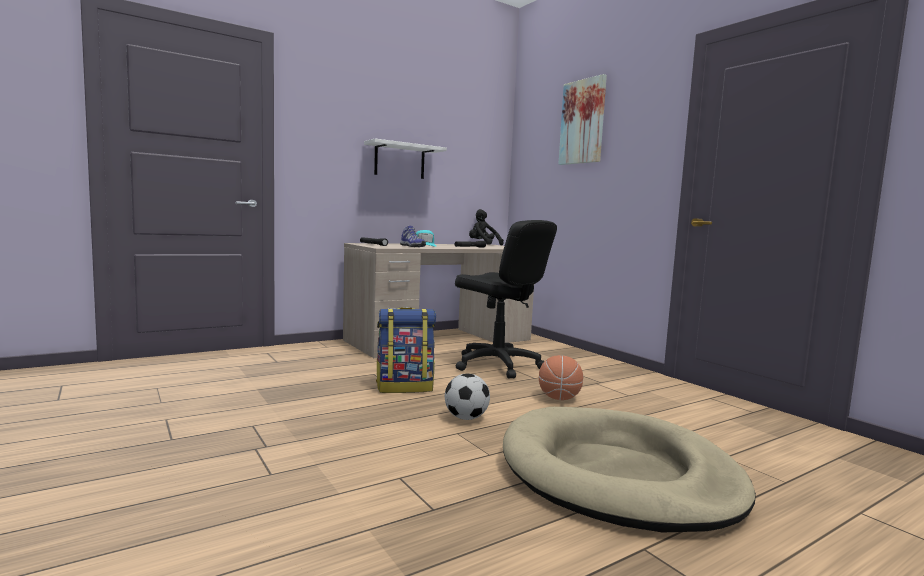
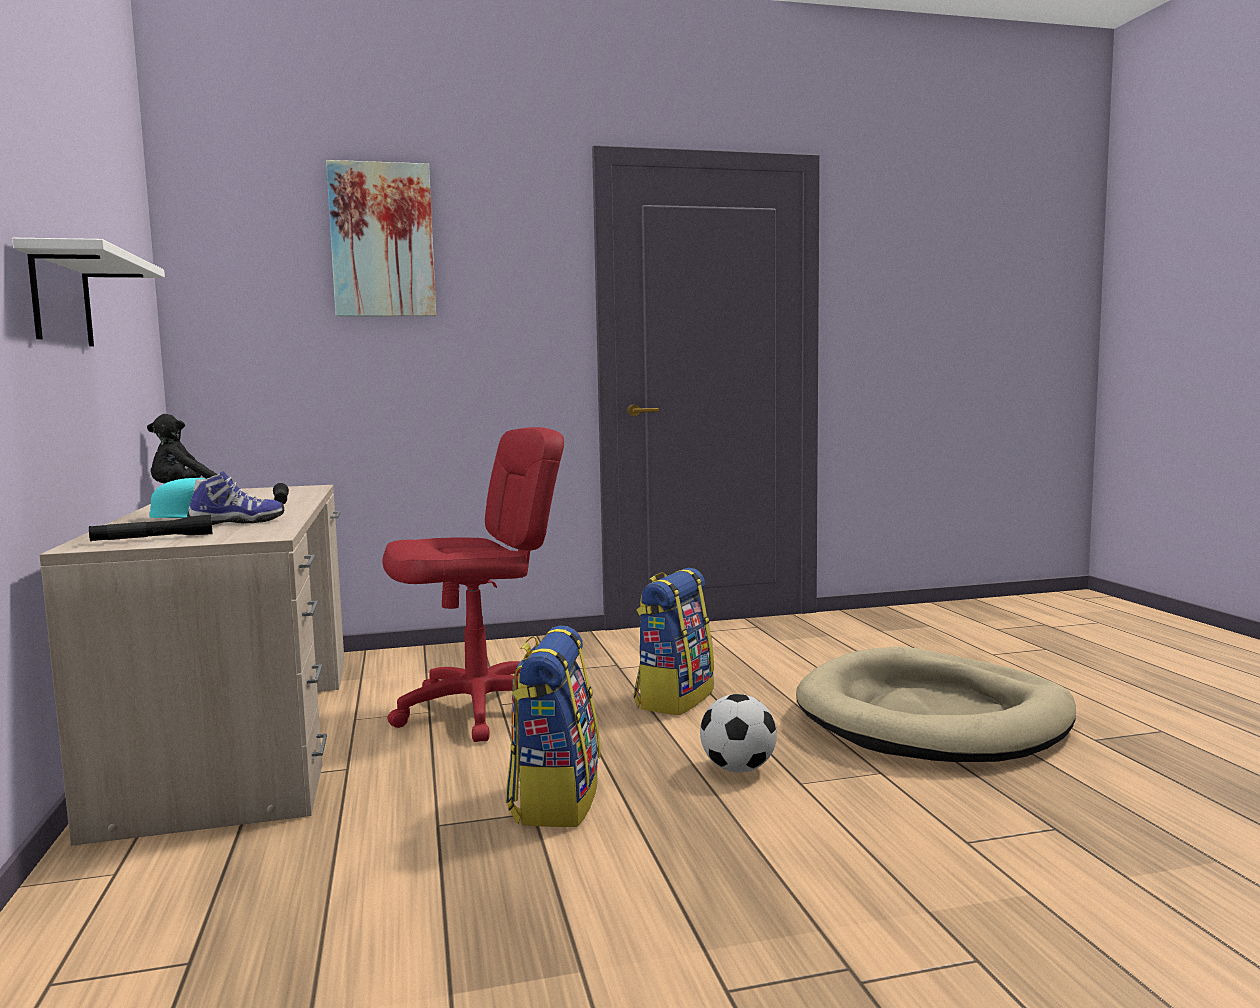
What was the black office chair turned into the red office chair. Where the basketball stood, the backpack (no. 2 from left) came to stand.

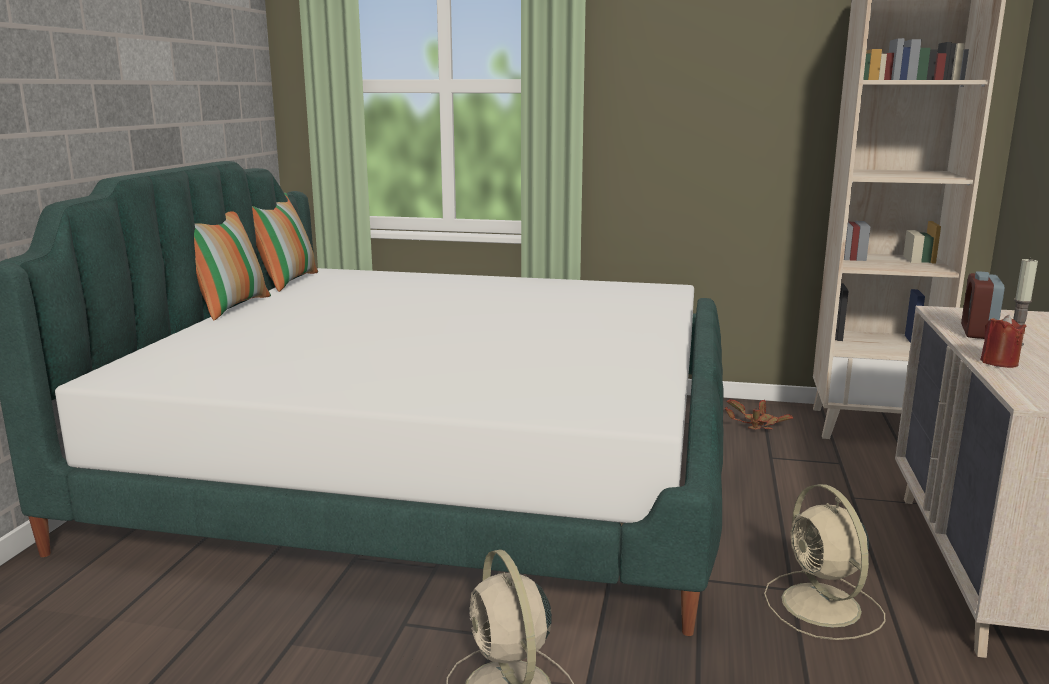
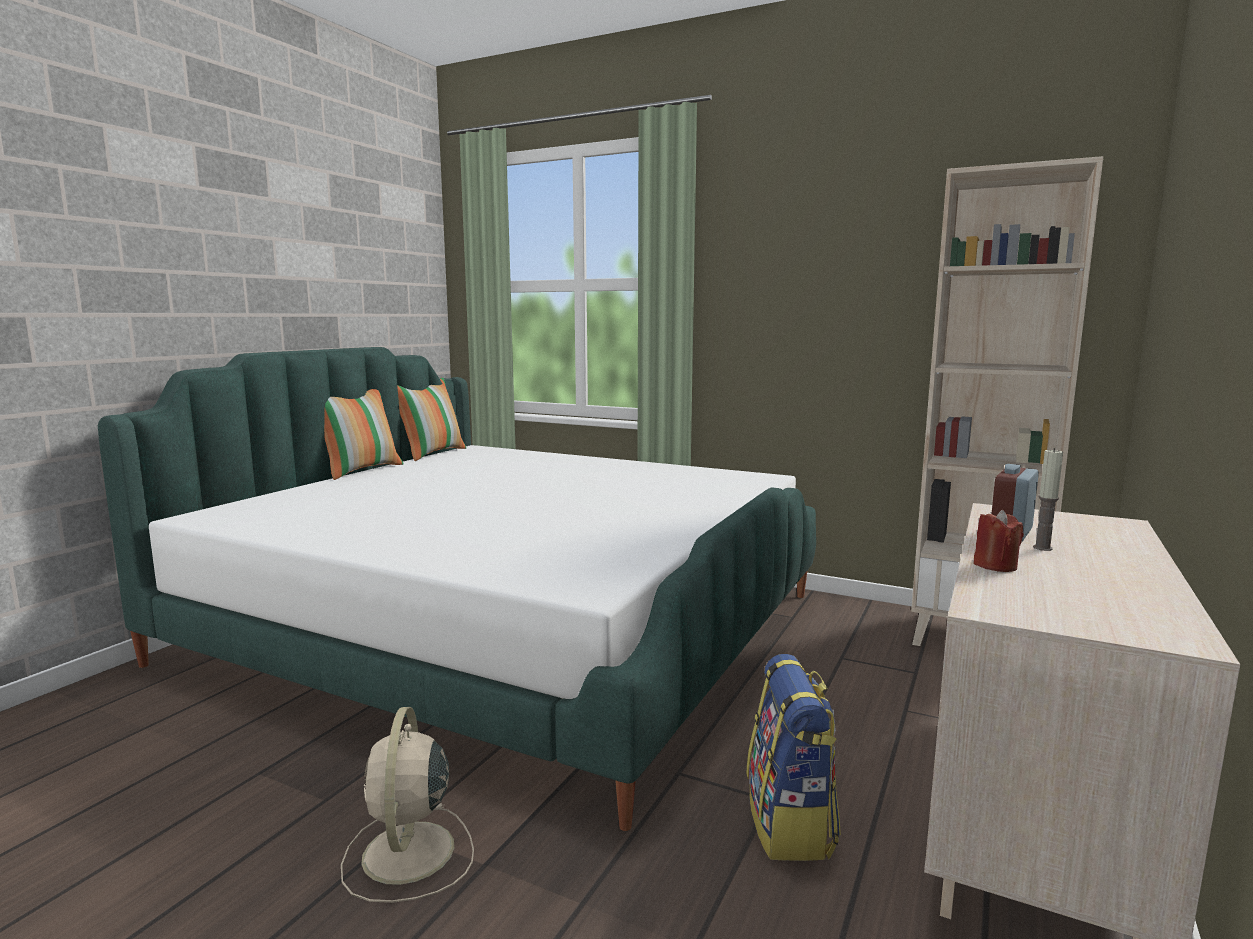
Where the beige fan (no. 2 from left) stood, the backpack came to stand. The second view lost the potted plant.

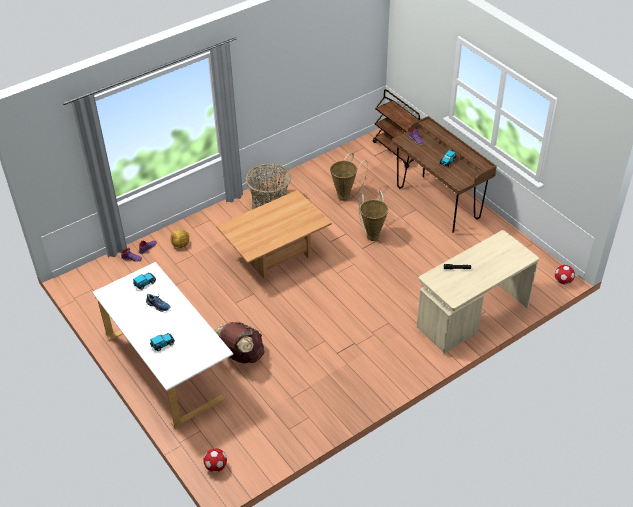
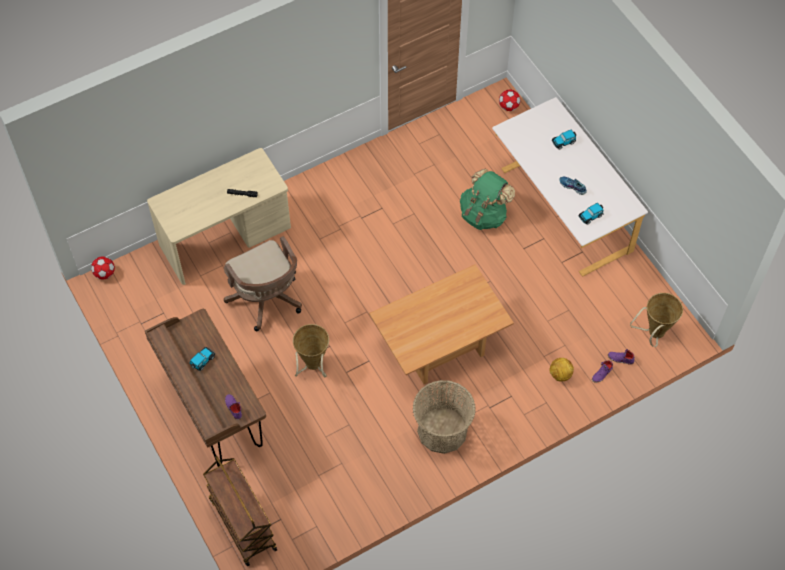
The second view gained the brown office chair. What was the brown backpack turned into the green backpack. The basket (no. 2 from left in the first image) ended up elsewhere.

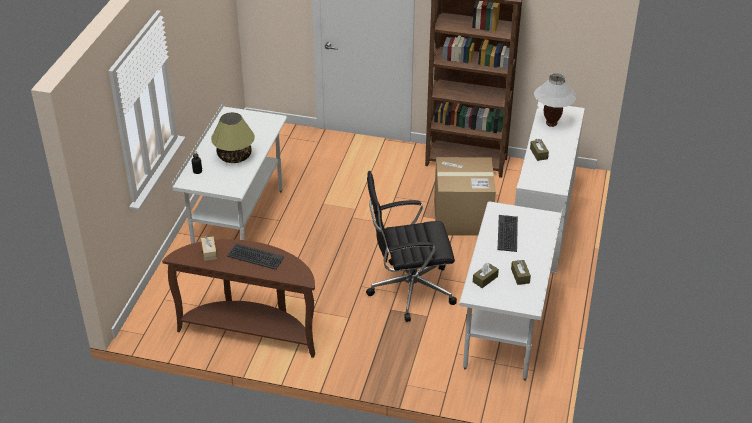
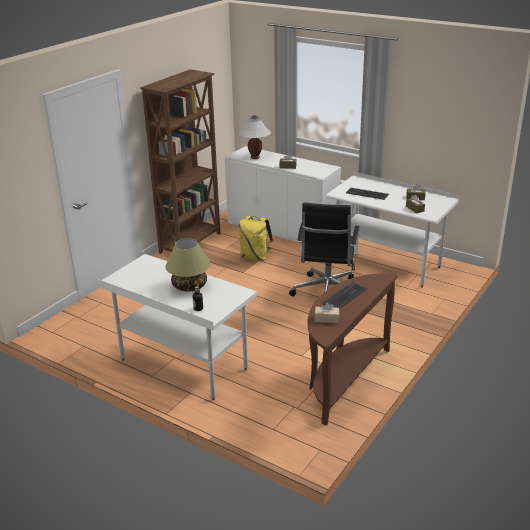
Where the cardboard box stood, the yellow backpack came to stand.

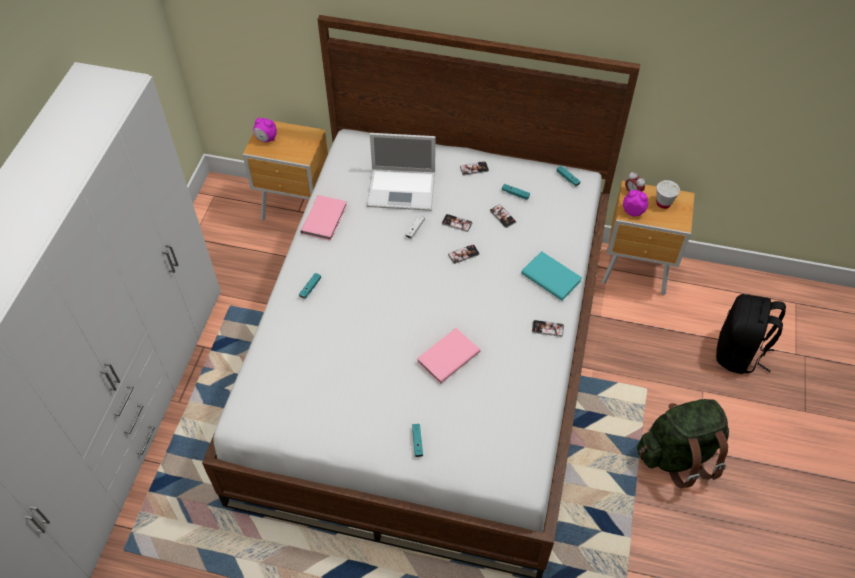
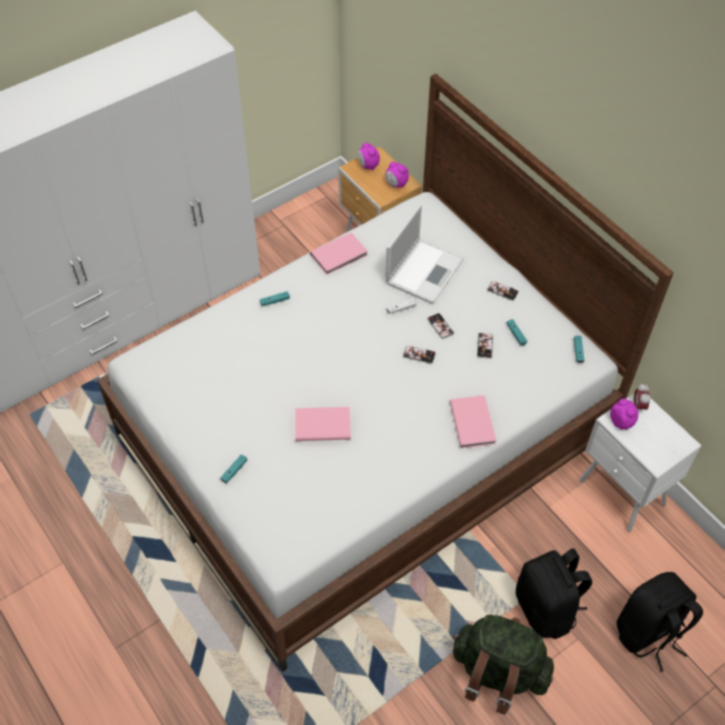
The second view gained the alarm clock (no. 2 from left). The laptop ended up facing another way, 105 degrees counterclockwise from before. What was the turquoise book turned into the pink book (no. 3 from left). The second view gained the black backpack (no. 1 from left). What was the brown nightstand (no. 2 from left) turned into the white nightstand. The second view lost the phone (no. 5 from left). The second view lost the white cup.

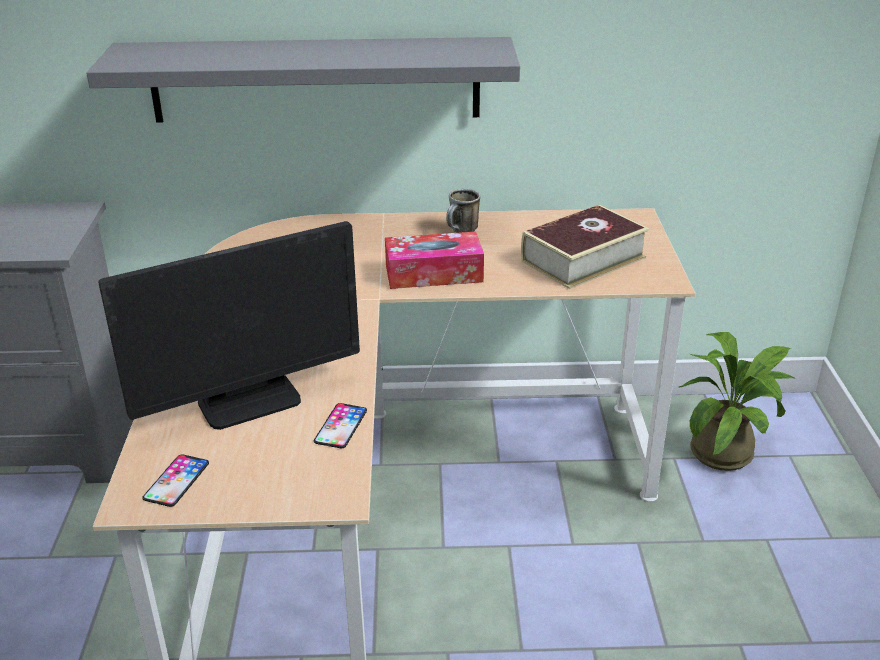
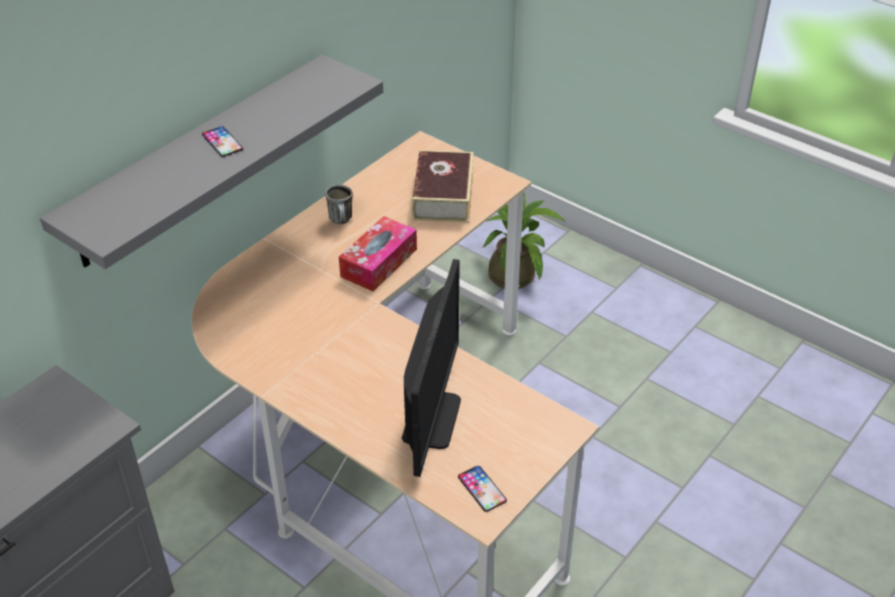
The phone (no. 2 from left in the first image) ended up elsewhere.

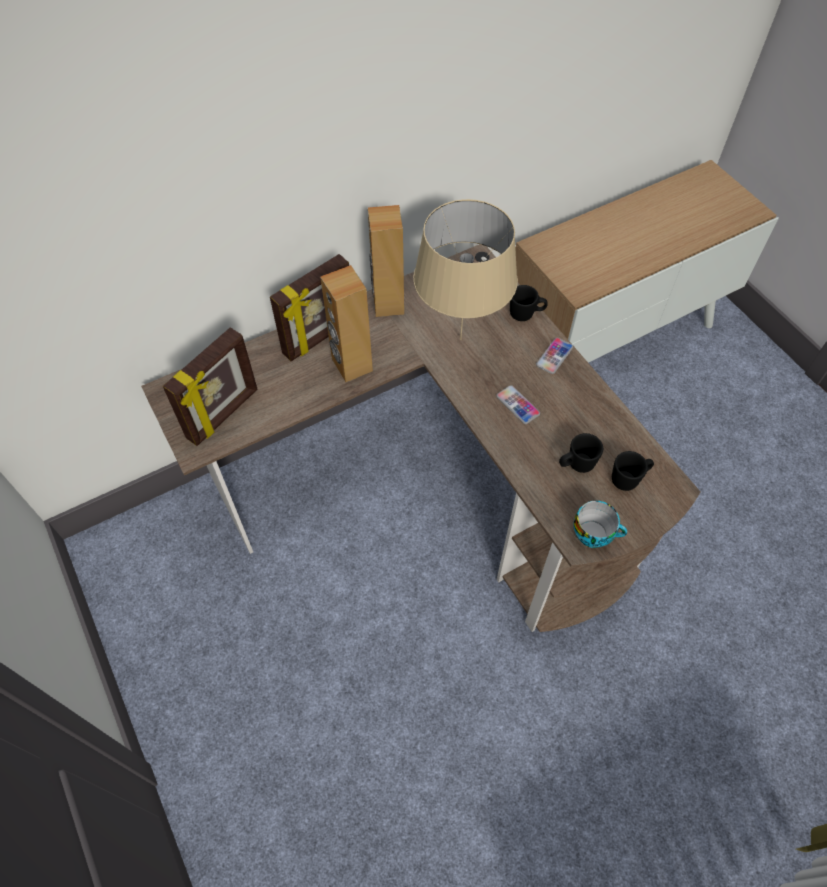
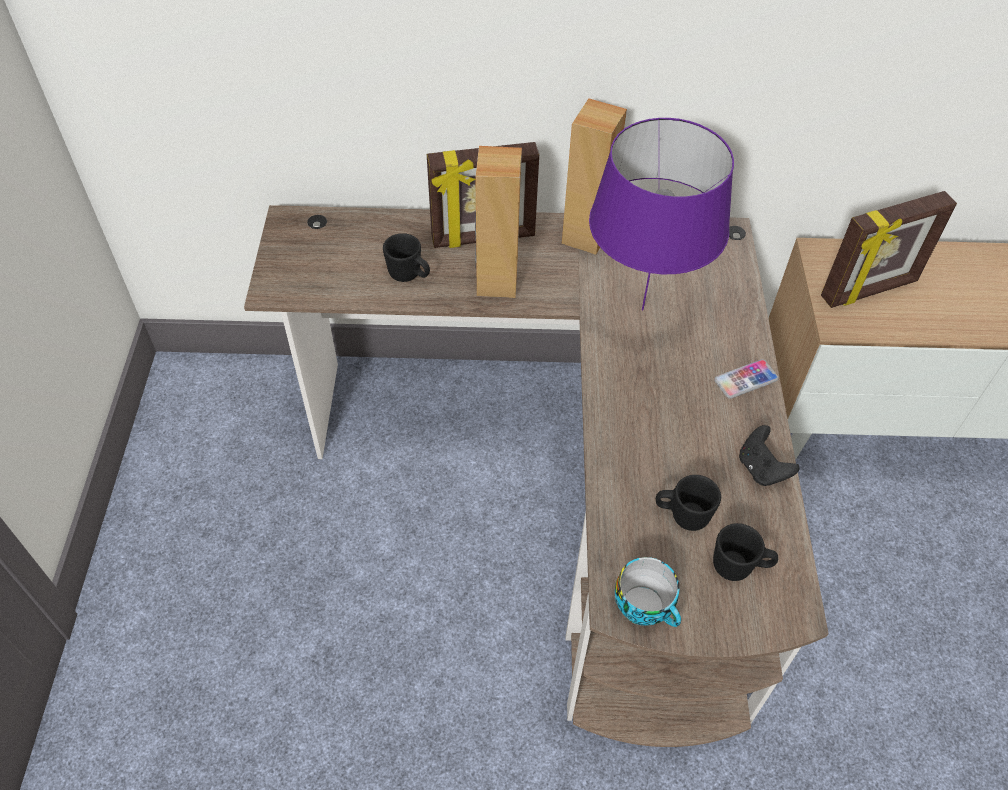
The black mug (no. 1 from left) ended up elsewhere. What was the beige table lamp turned into the purple table lamp. The second view gained the black game controller. The picture frame (no. 1 from left in the first image) ended up elsewhere. The second view lost the phone (no. 1 from left).

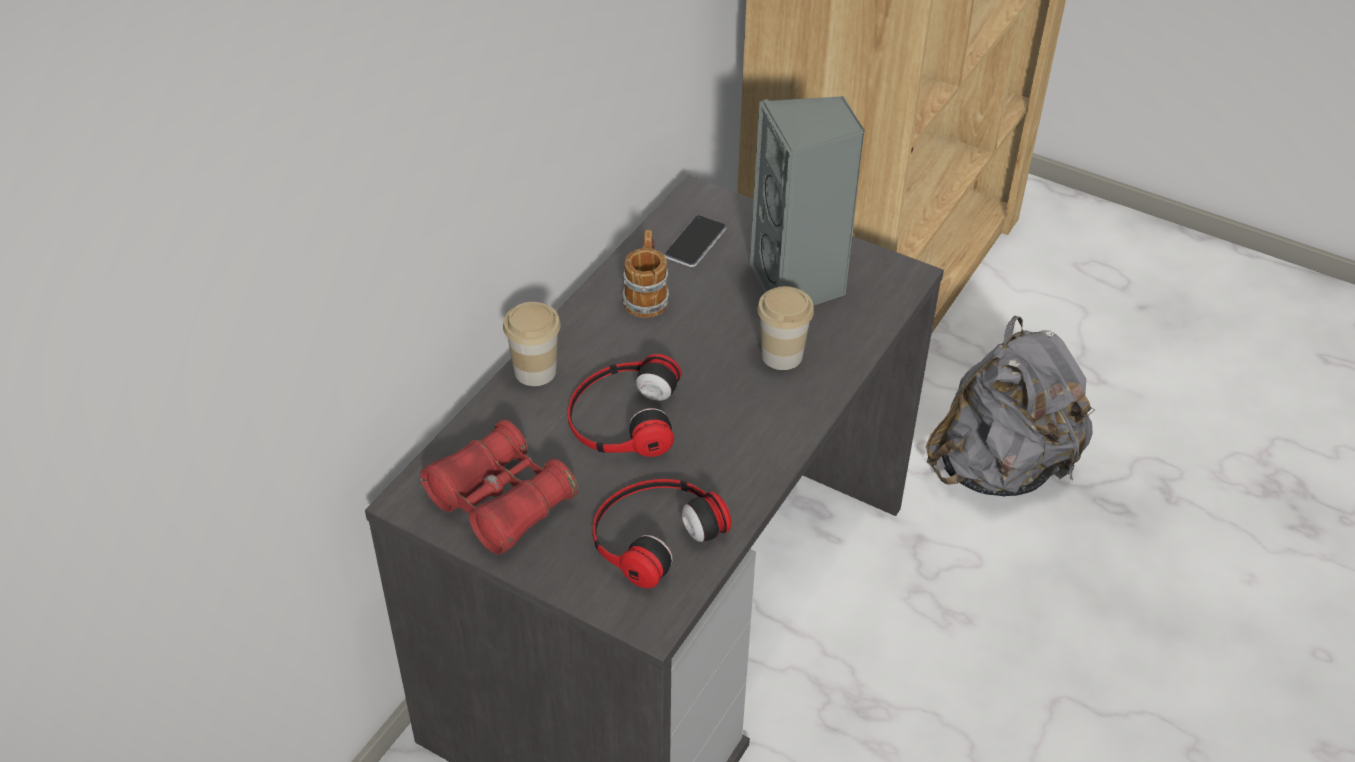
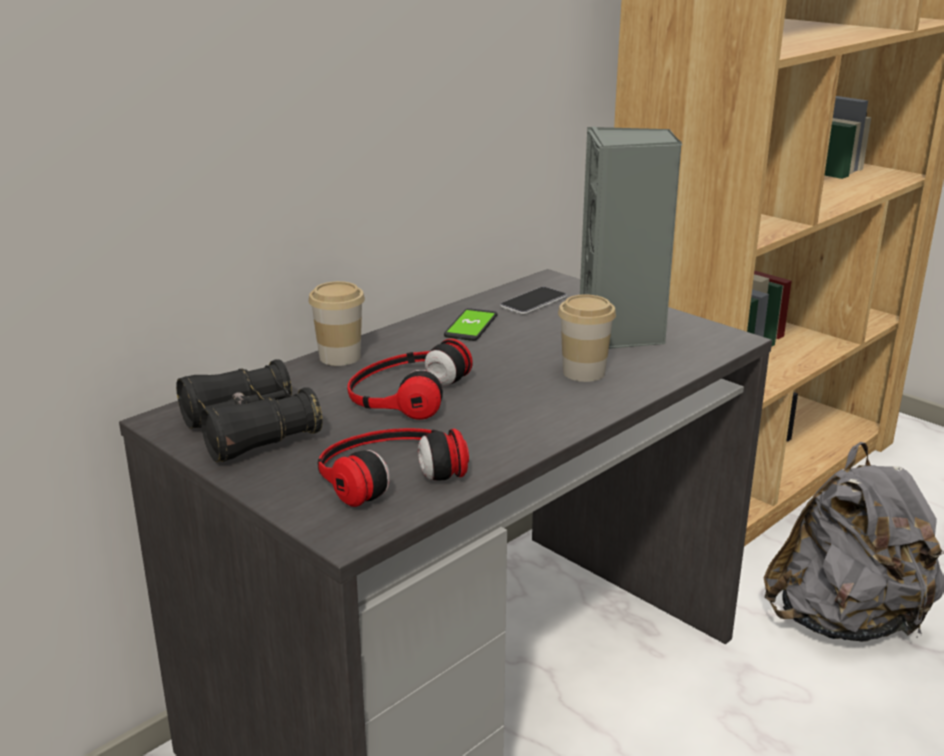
What was the red binoculars turned into the black binoculars. Where the mug stood, the phone (no. 1 from left) came to stand.

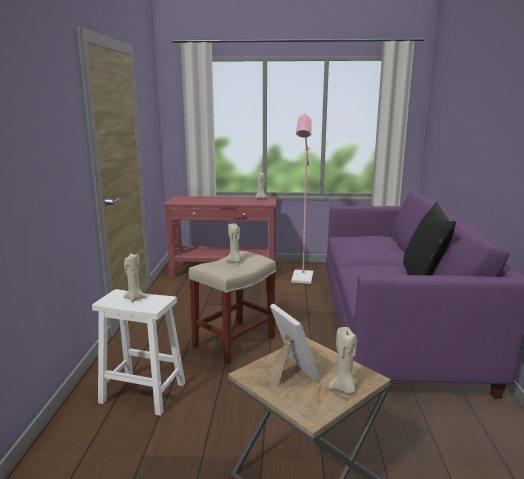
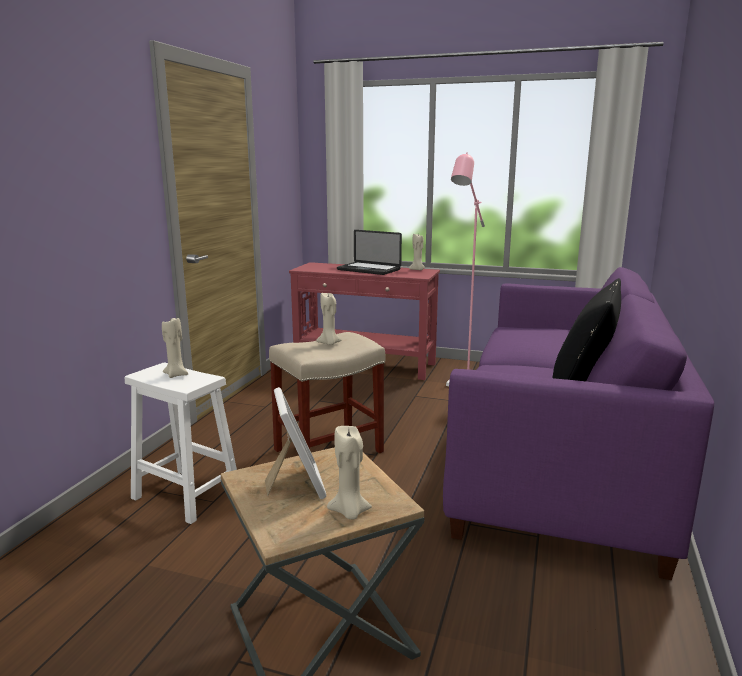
The second view gained the laptop.

